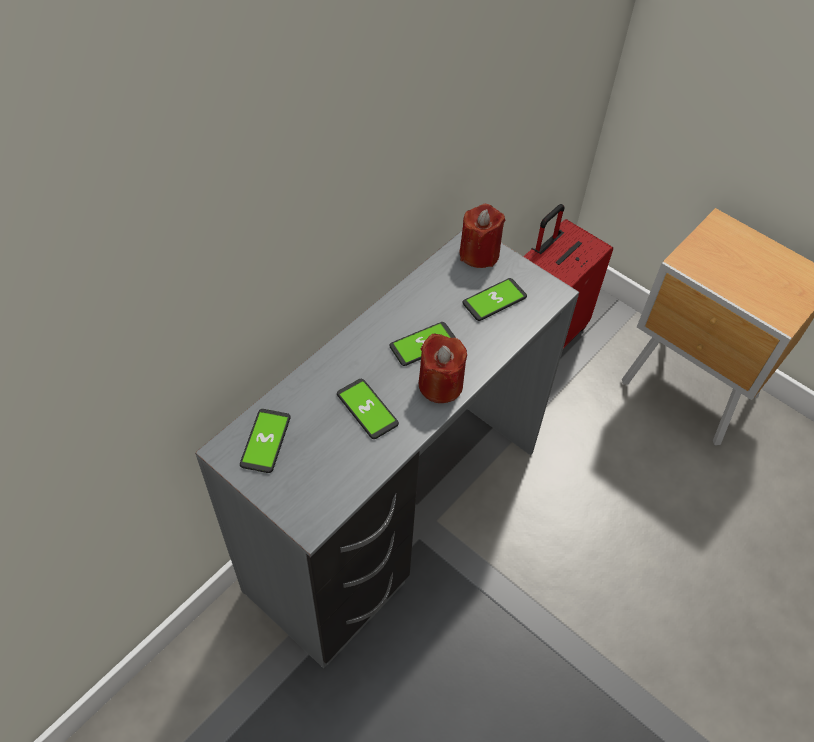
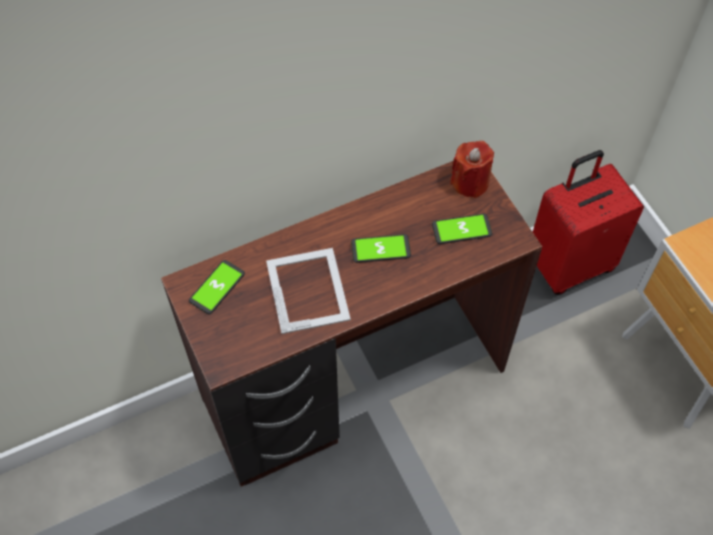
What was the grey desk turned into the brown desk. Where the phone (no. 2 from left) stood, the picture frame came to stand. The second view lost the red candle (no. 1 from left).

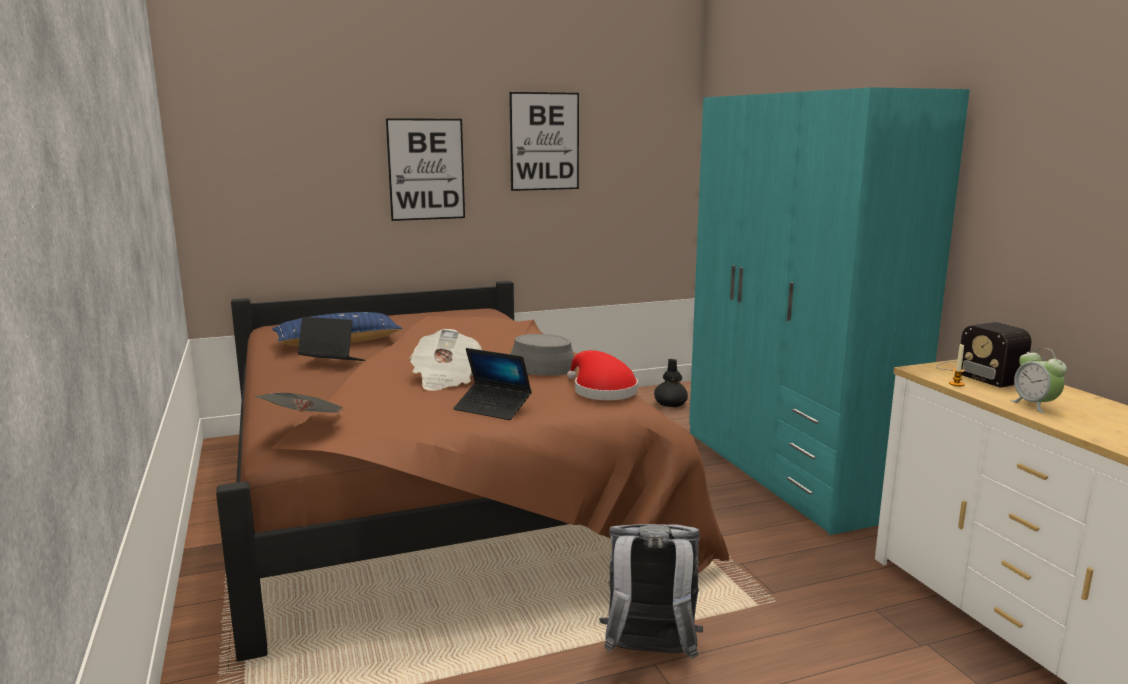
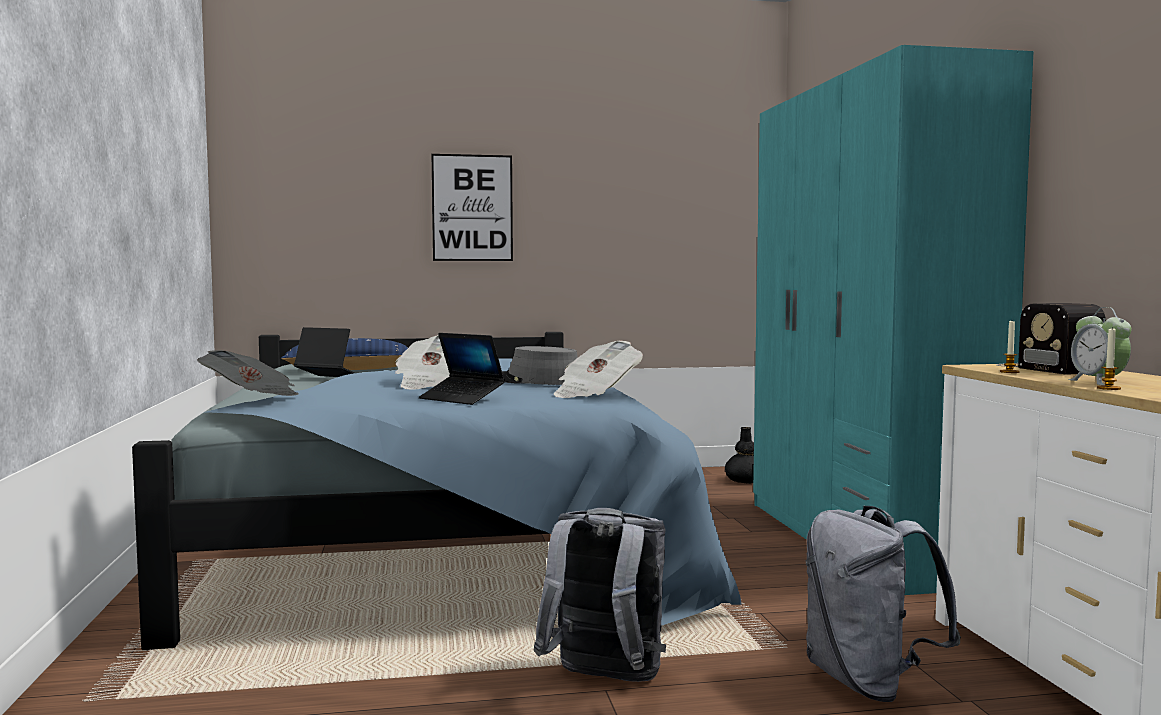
What was the brown bed turned into the blue bed. Where the red hat stood, the newspaper (no. 3 from left) came to stand. The second view gained the grey backpack (no. 2 from left). The second view gained the candle (no. 2 from left). The second view lost the picture (no. 2 from left).

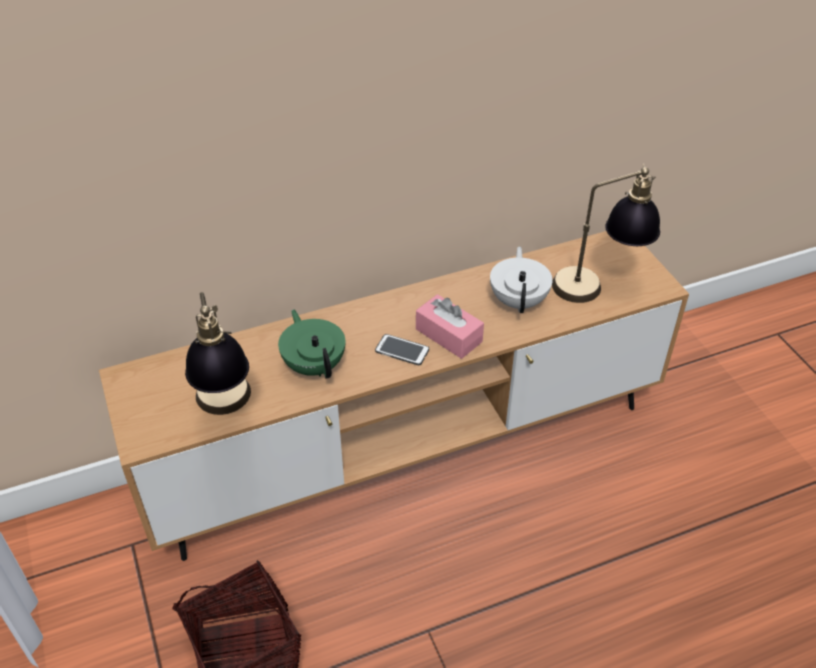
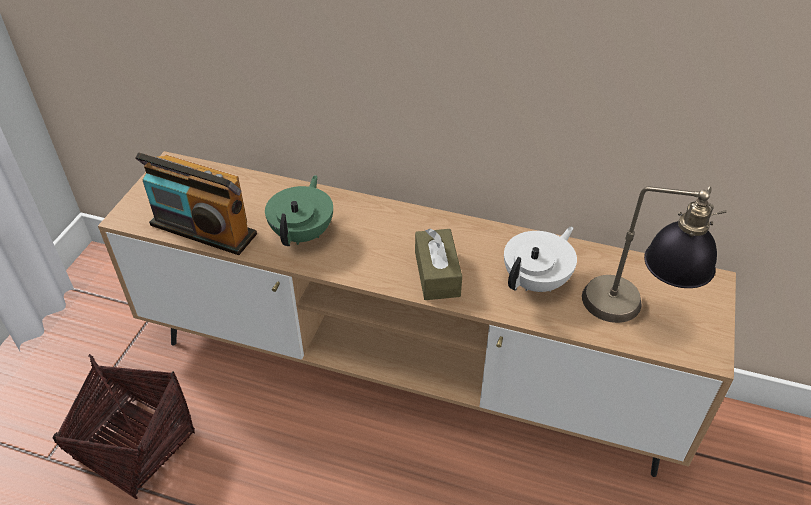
Where the table lamp (no. 1 from left) stood, the radio came to stand. What was the pink tissue box turned into the brown tissue box. The second view lost the phone.

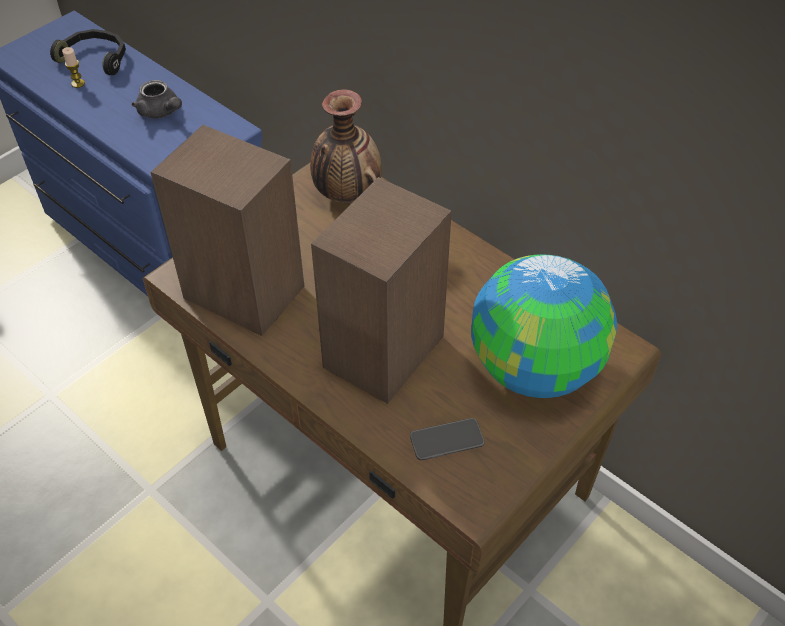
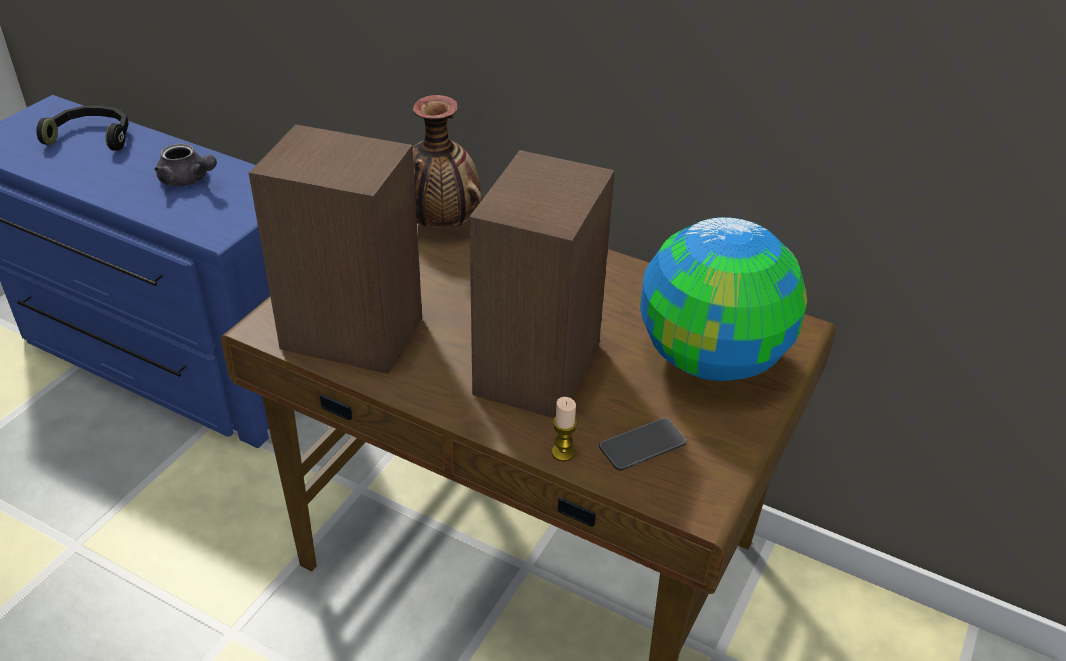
The candle ended up elsewhere.

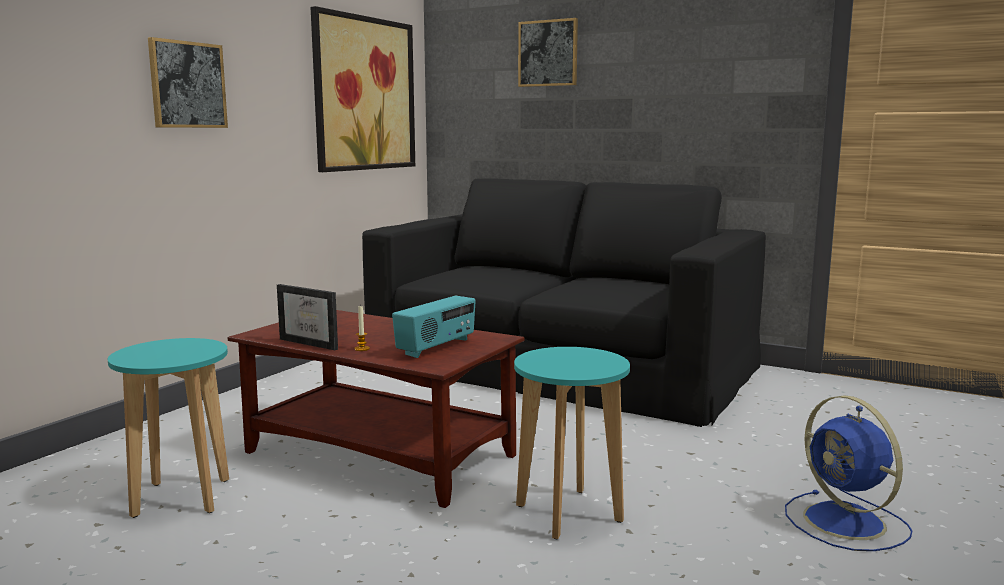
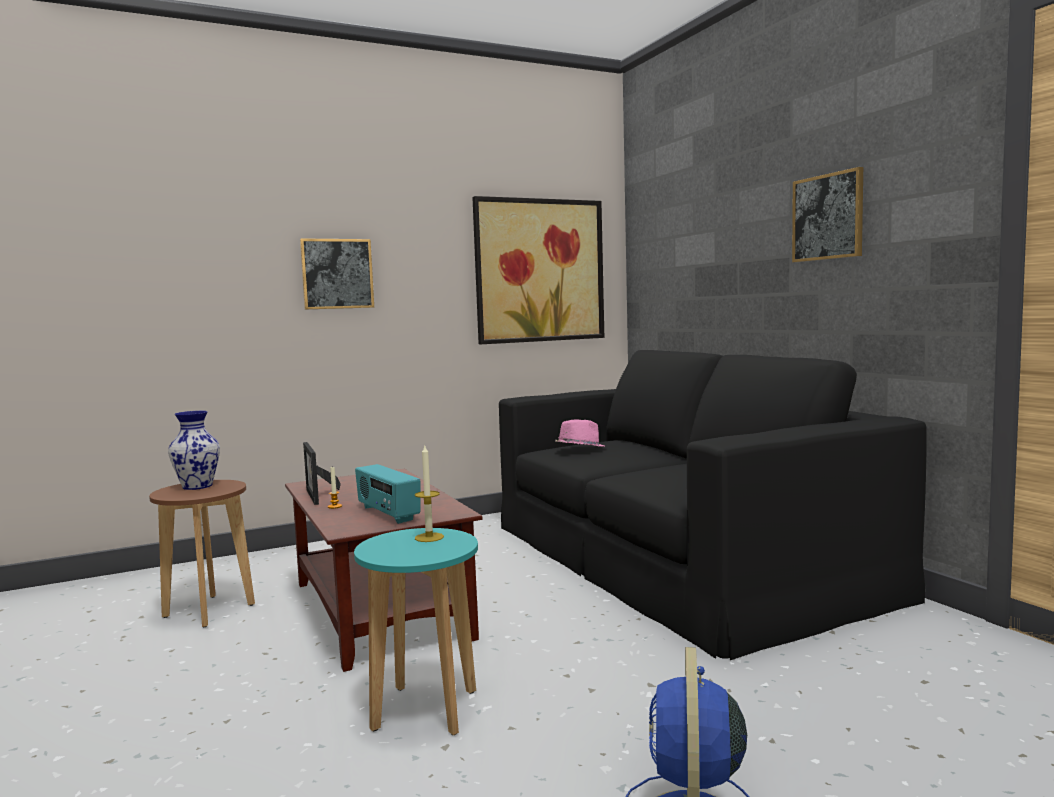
What was the turquoise stool (no. 1 from left) turned into the brown stool. The second view gained the vase. The radio ended up facing another way, 75 degrees clockwise from before. The second view gained the candle (no. 2 from left). The second view gained the pink hat. The picture (no. 3 from left) ended up elsewhere.

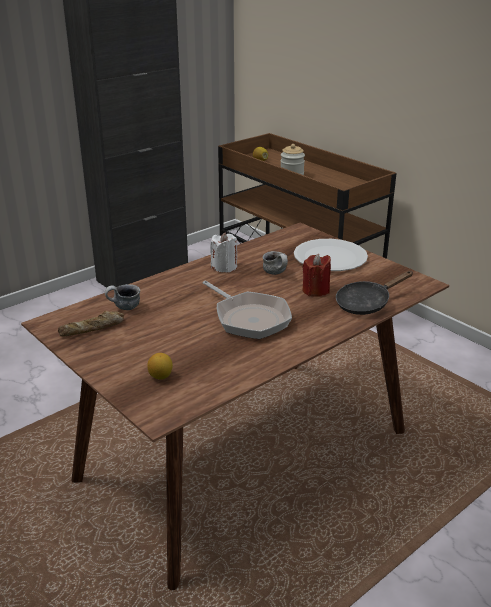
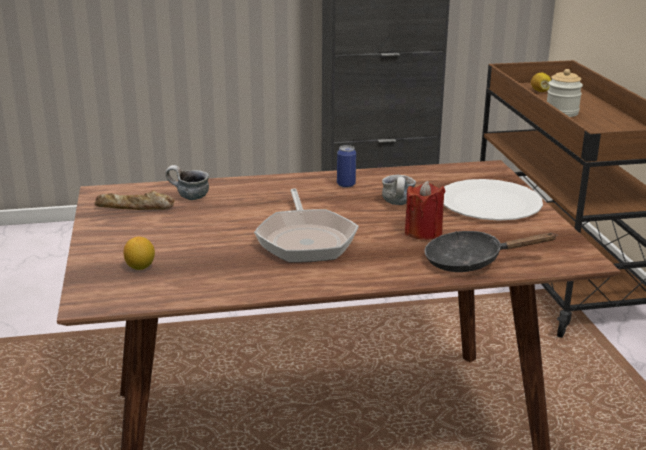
Where the white candle stood, the can came to stand.

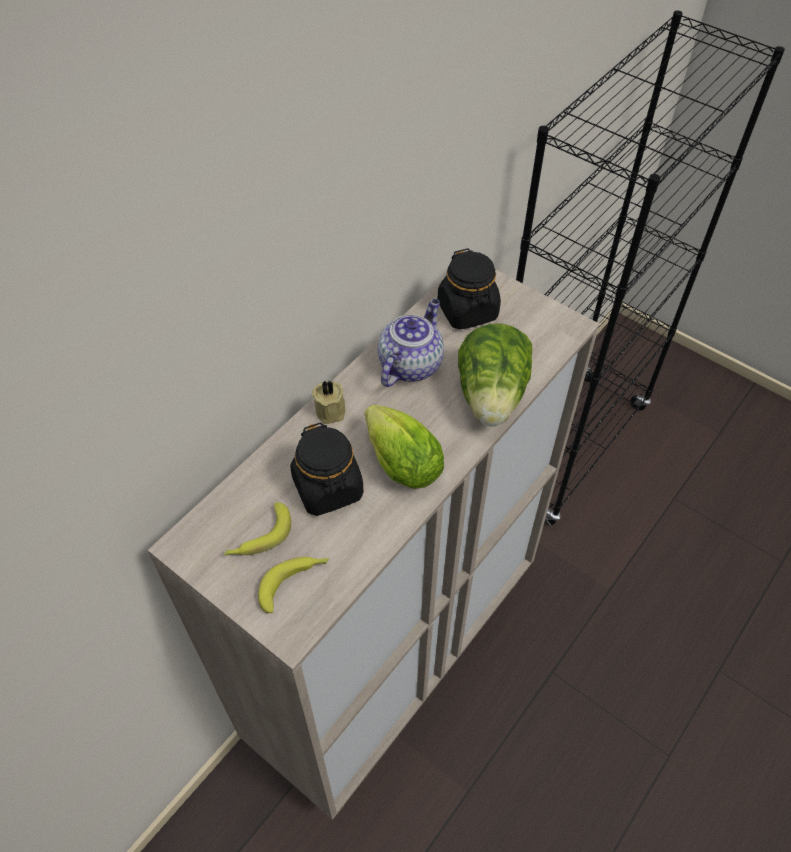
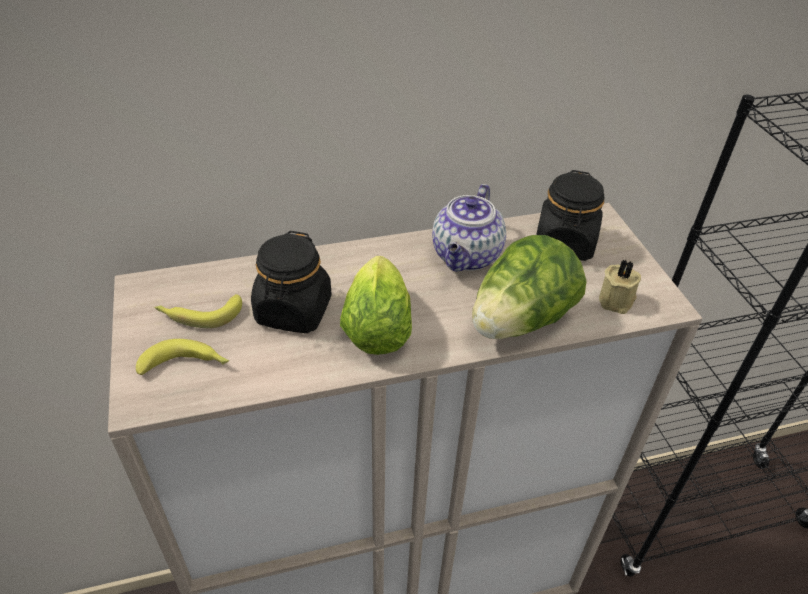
The teapot ended up facing another way, 135 degrees clockwise from before. The beige candle ended up elsewhere.

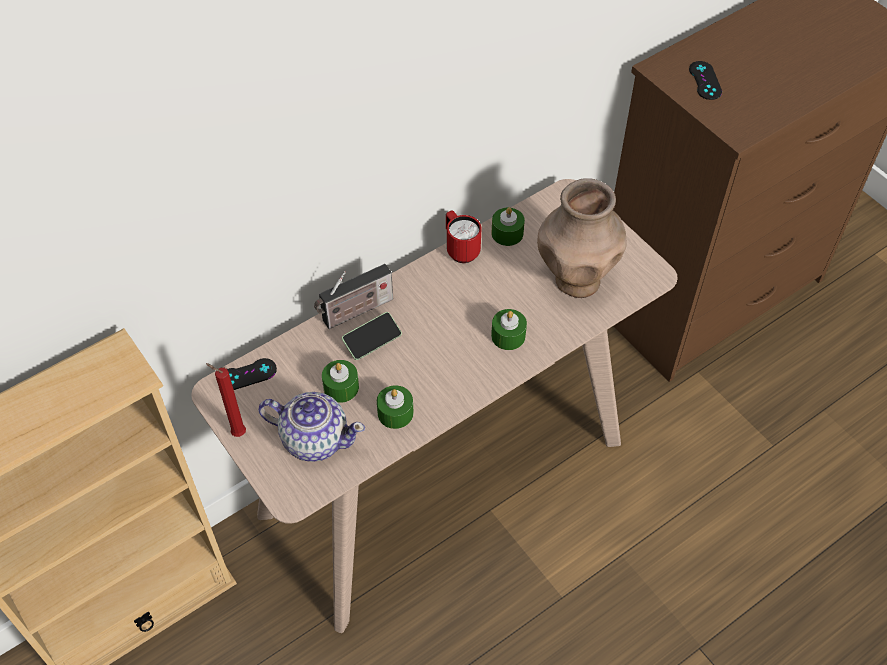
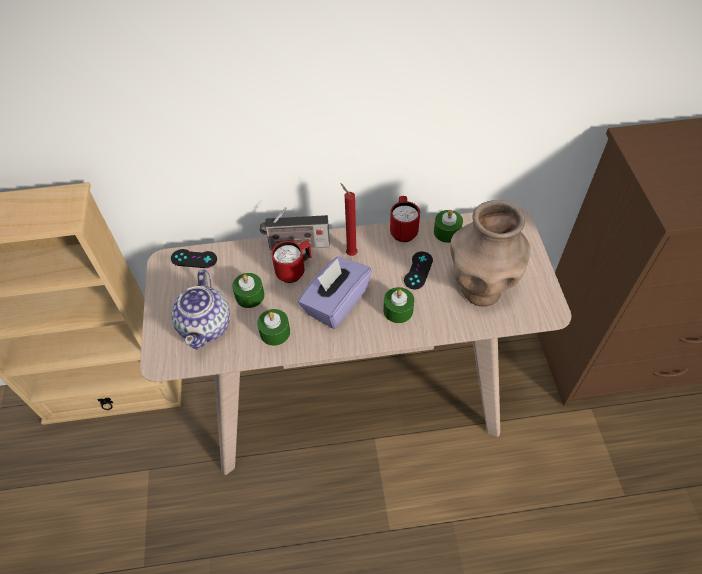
The teapot ended up facing another way, 45 degrees clockwise from before. Where the phone stood, the red mug (no. 1 from left) came to stand. The second view gained the purple tissue box. The red candle ended up elsewhere. The black game controller (no. 2 from left) ended up elsewhere.

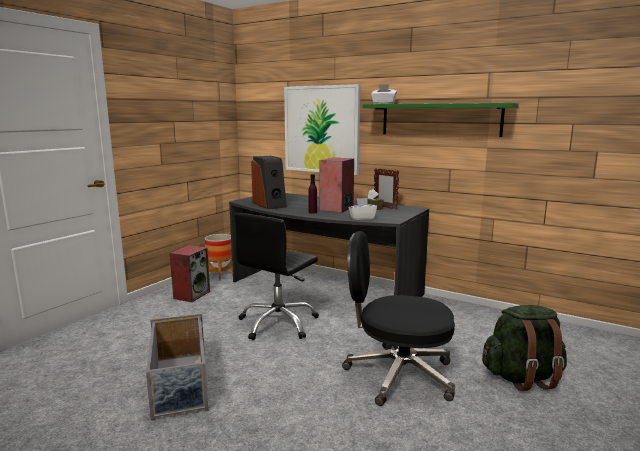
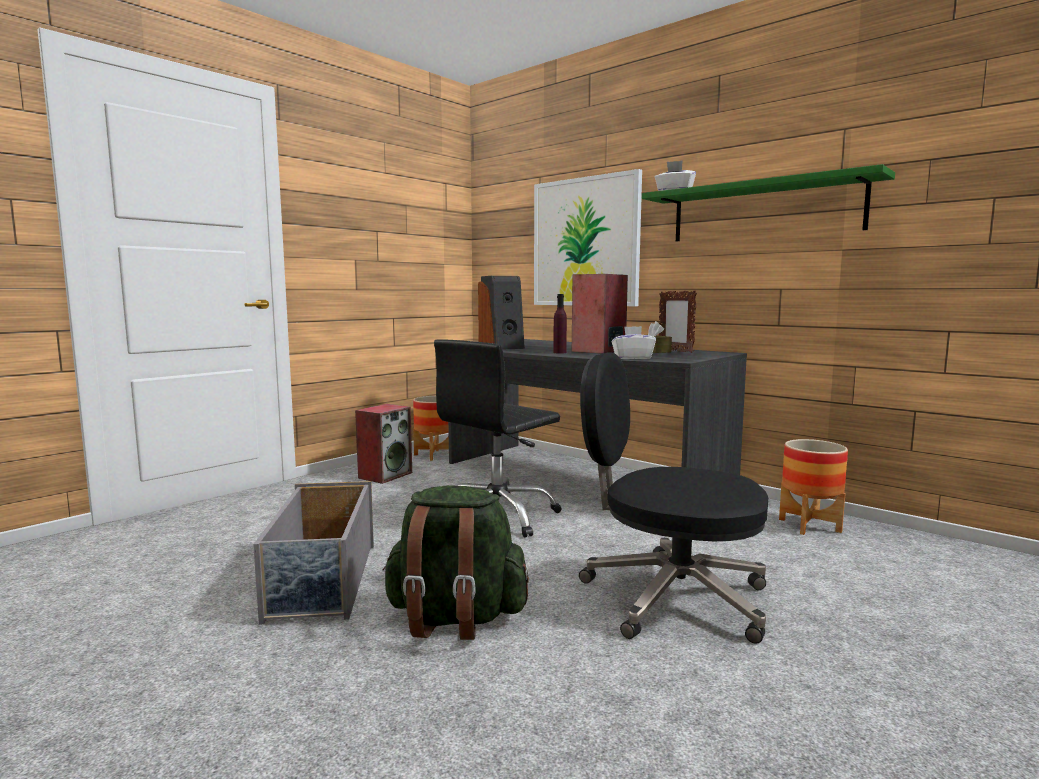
The green backpack ended up elsewhere. The second view gained the planter (no. 2 from left).

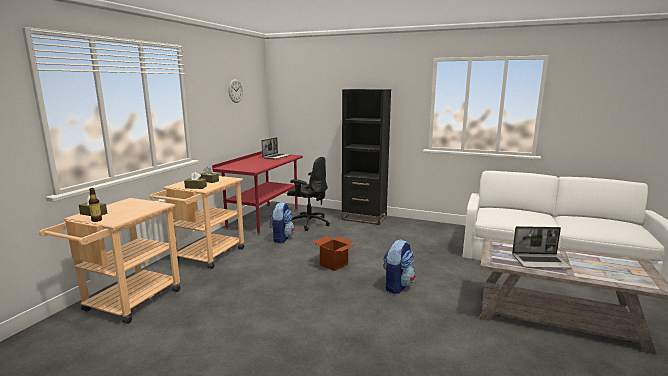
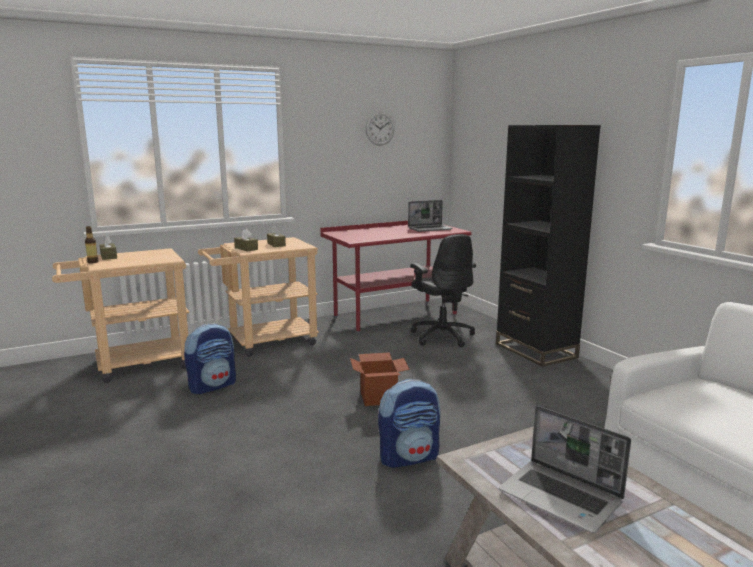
The backpack (no. 1 from left) ended up elsewhere.

